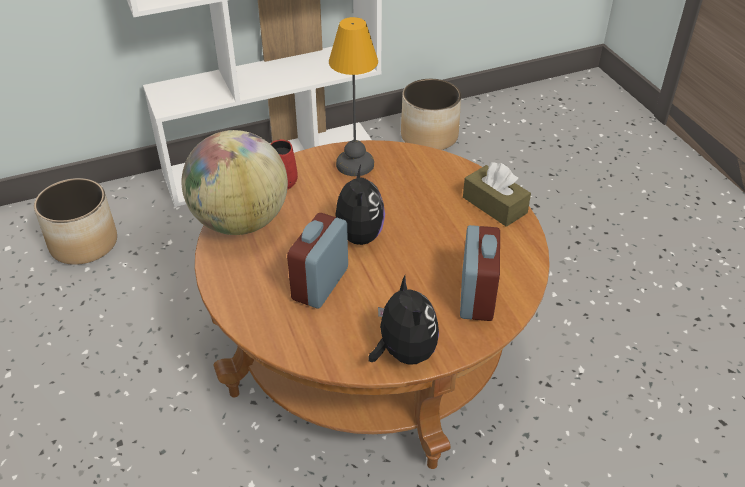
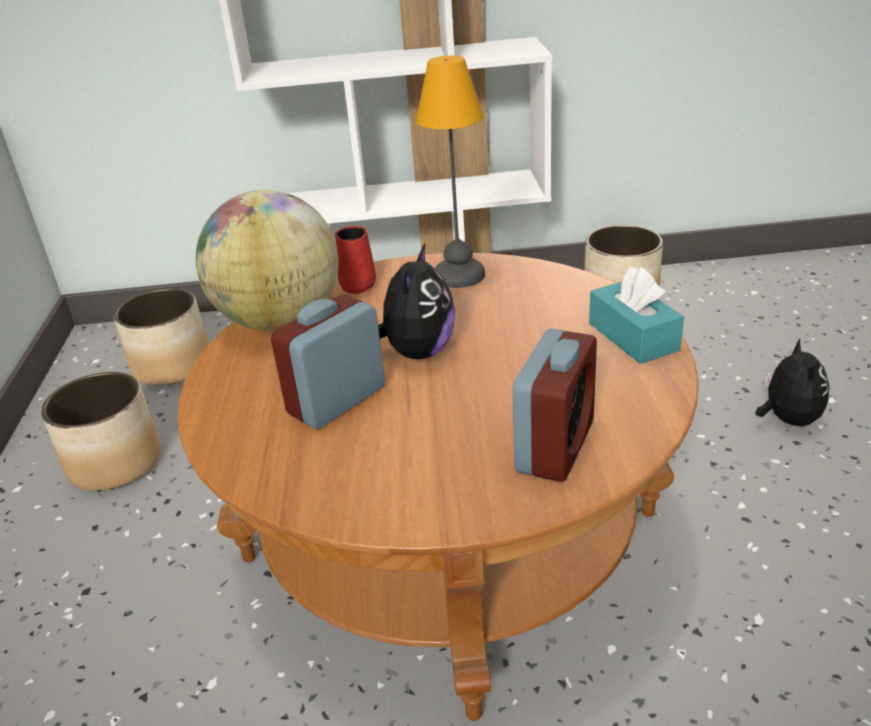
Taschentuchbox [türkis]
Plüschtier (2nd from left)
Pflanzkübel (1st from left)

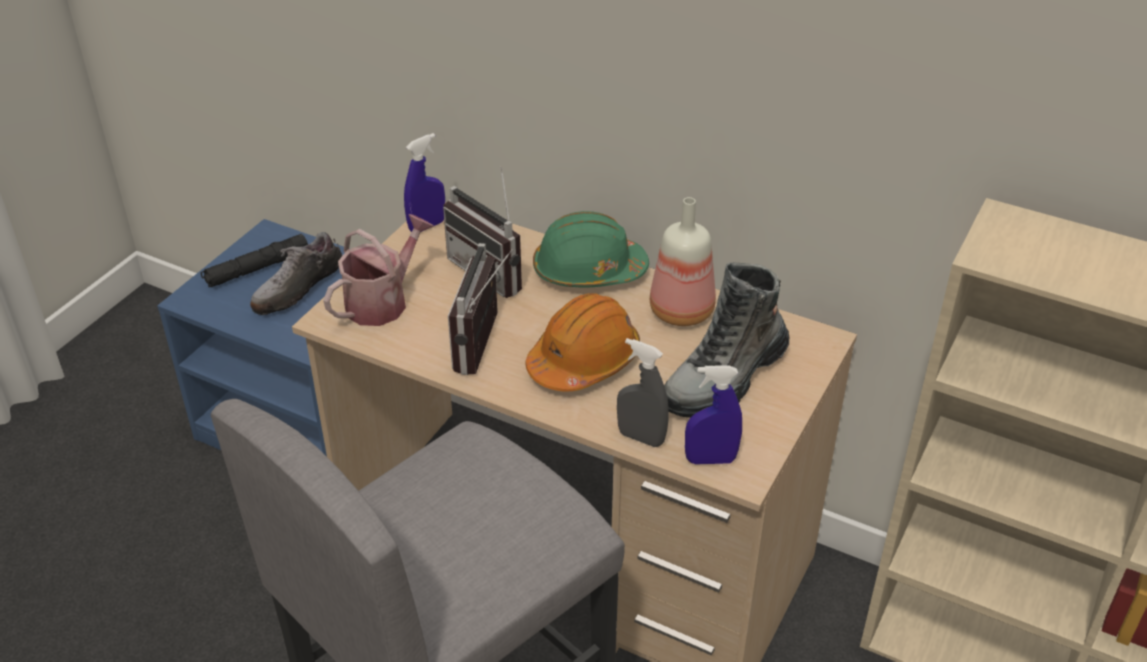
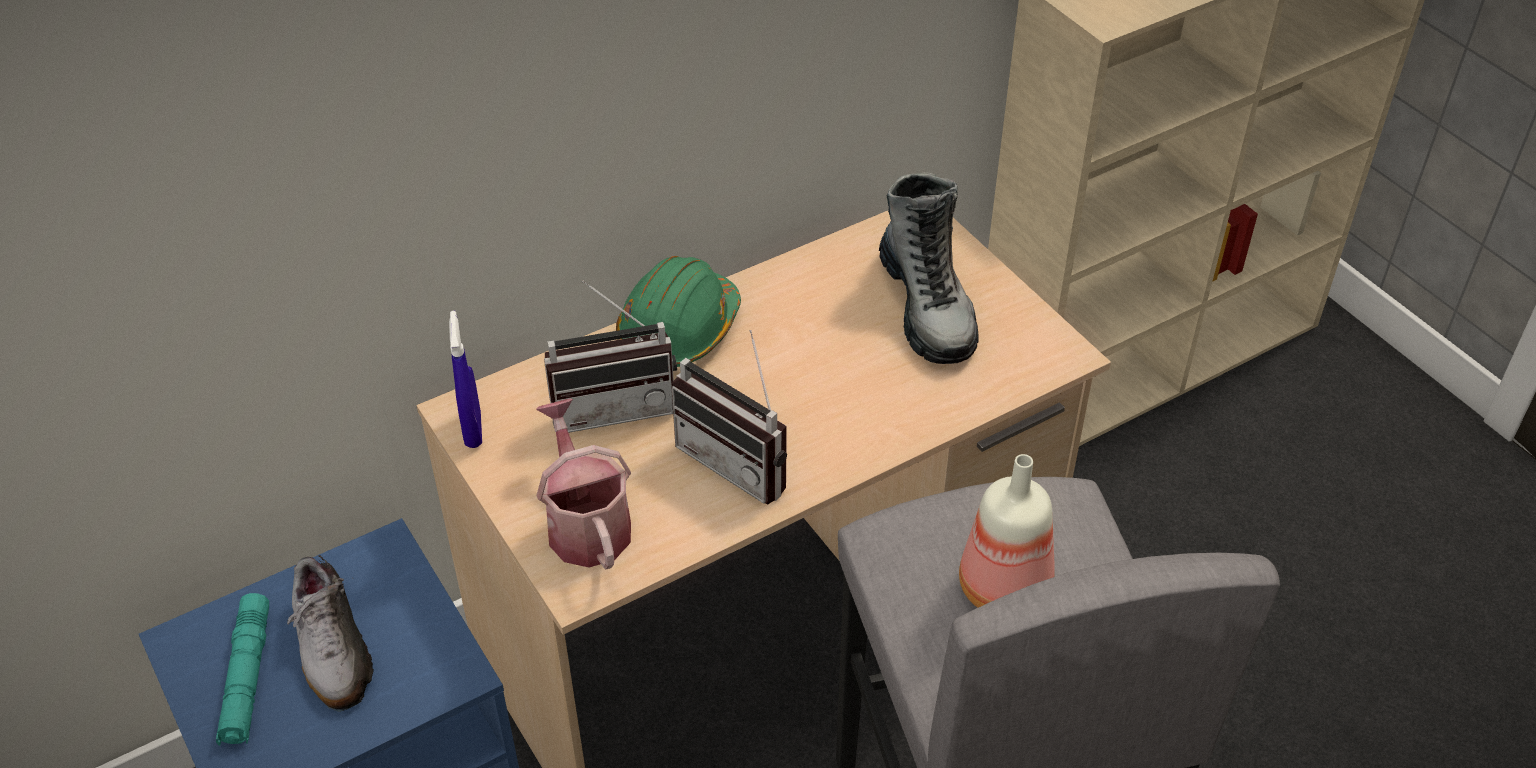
Flasche
Taschenlampe [türkis]
Schutzhelm [orange]
Sprühflasche [grau]
Sprühflasche [blau] (2nd from left in the first image)

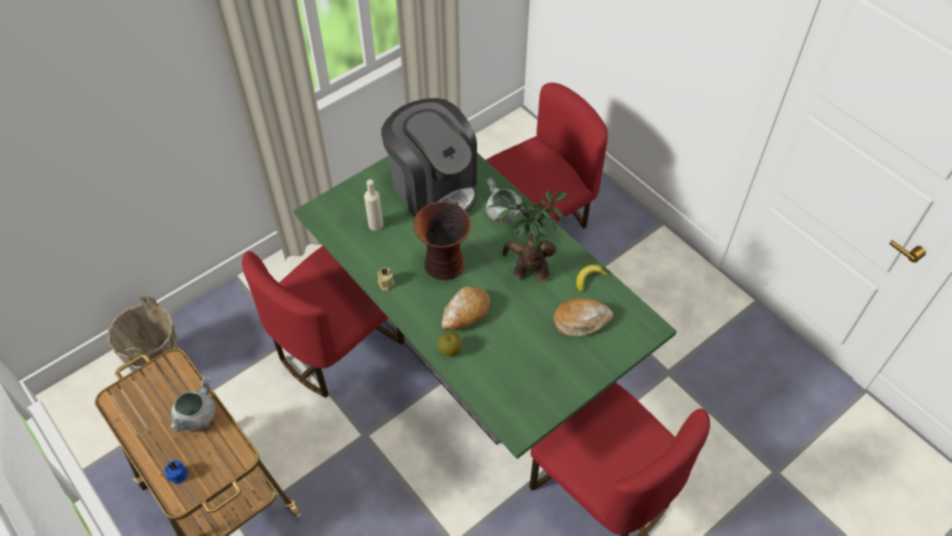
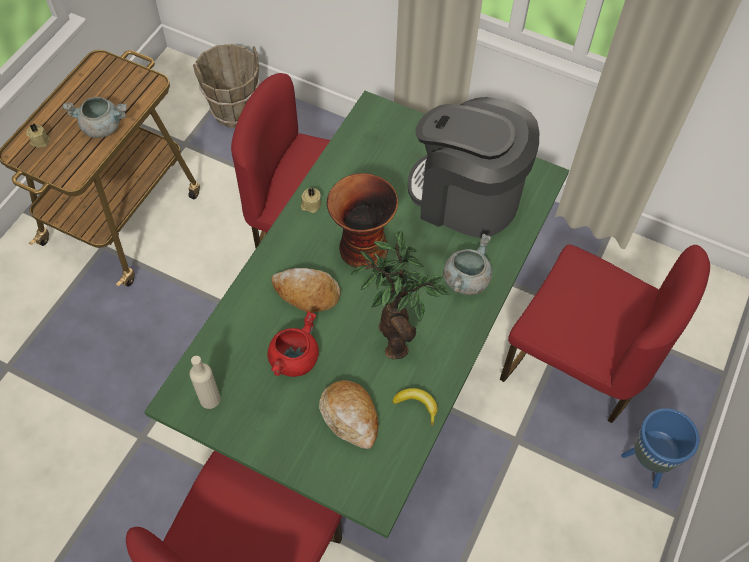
Kaffeemaschine
Flasche [beige]
Apfel
Kerze [beige] (1st from left)
Kochtopf [rot]
Pflanzkübel [blau]

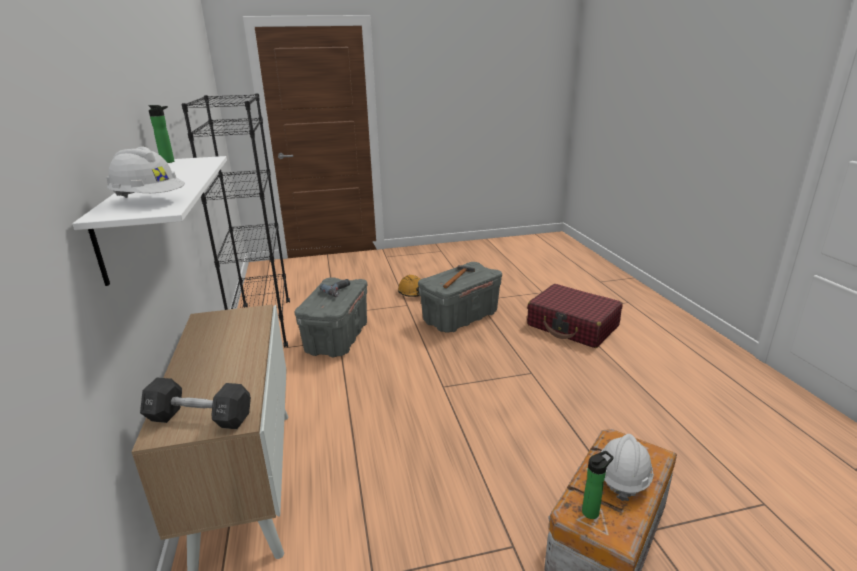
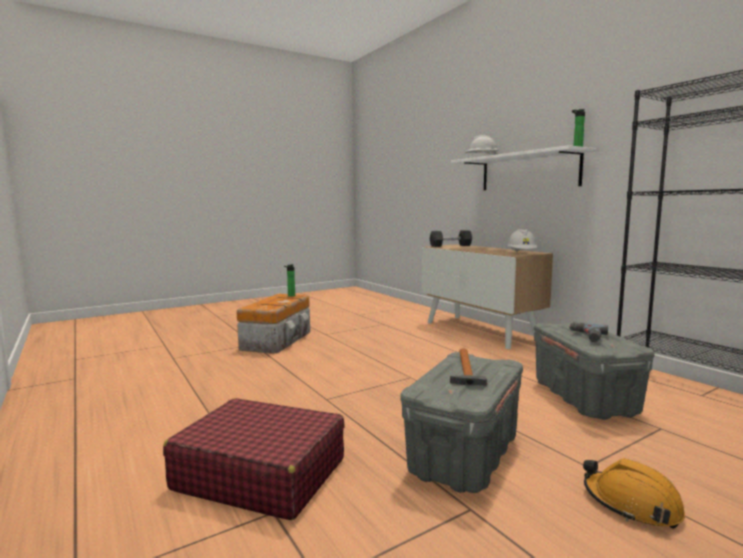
Schutzhelm [weiß] (2nd from left)

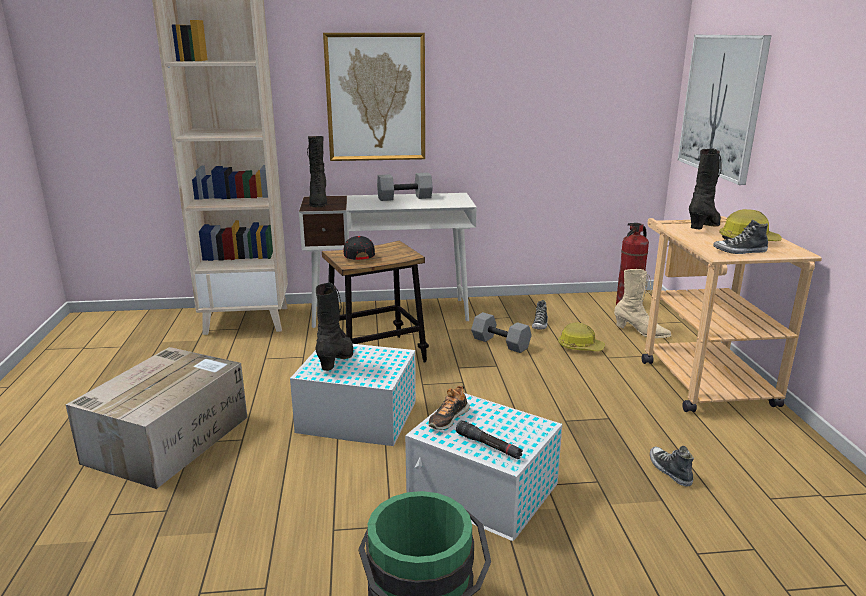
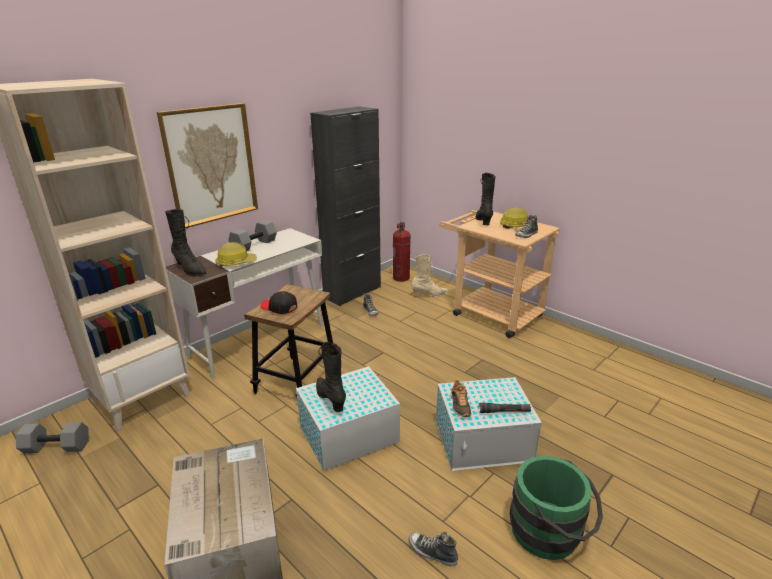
Bild (2nd from left in the first image)
Hantel [grau] (1st from left)
Schutzhelm (1st from left)
Schuh (2nd from left)
Schrank [schwarz]

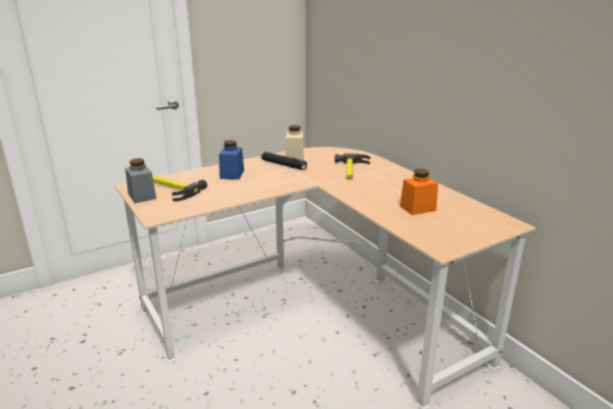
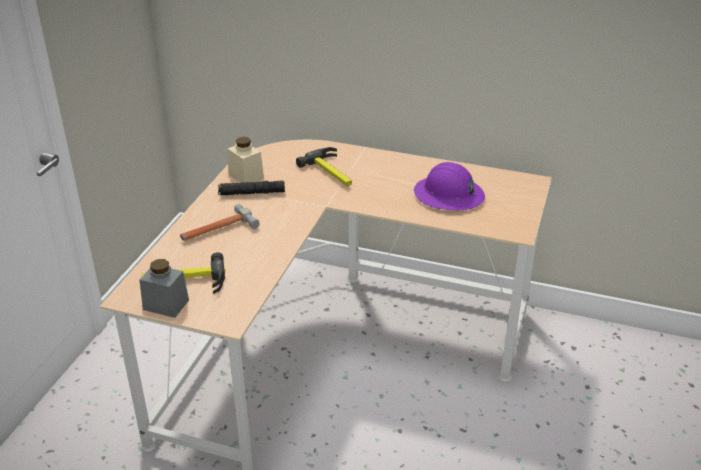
Hammer (2nd from left)
Schutzhelm [lila]

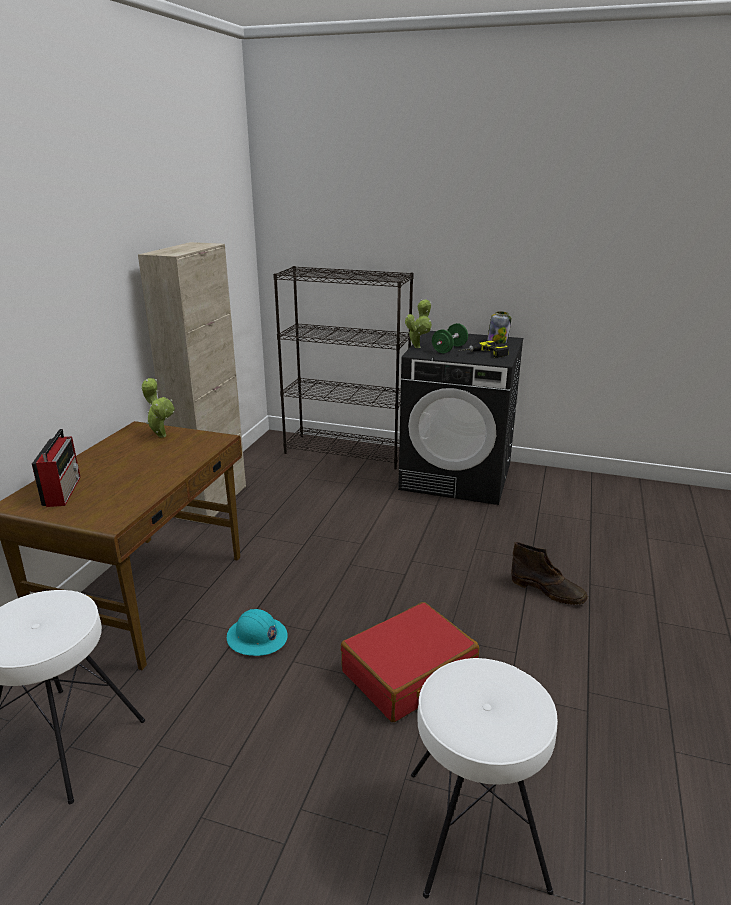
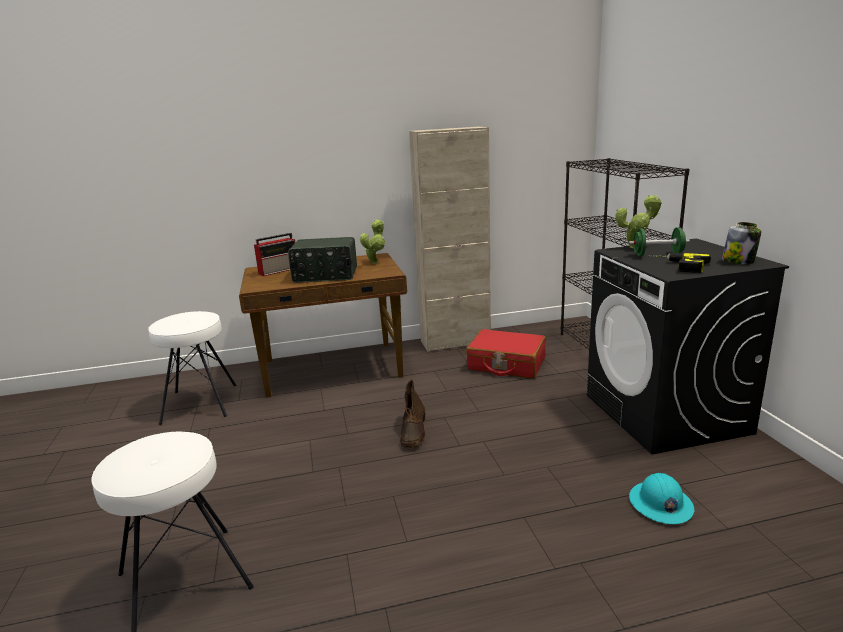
Stiefel [braun]
Koffer [rot]
Schutzhelm [türkis]
Radio (2nd from left)

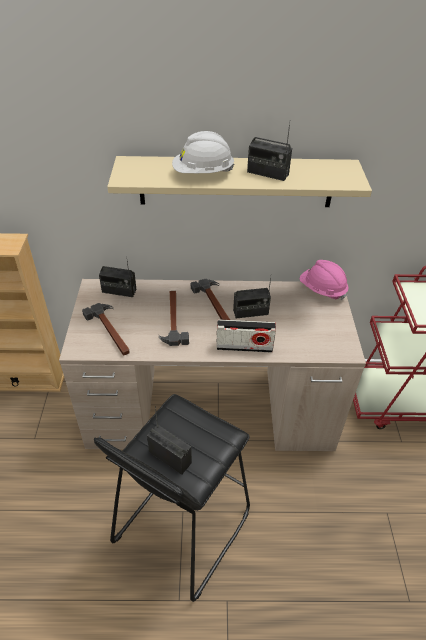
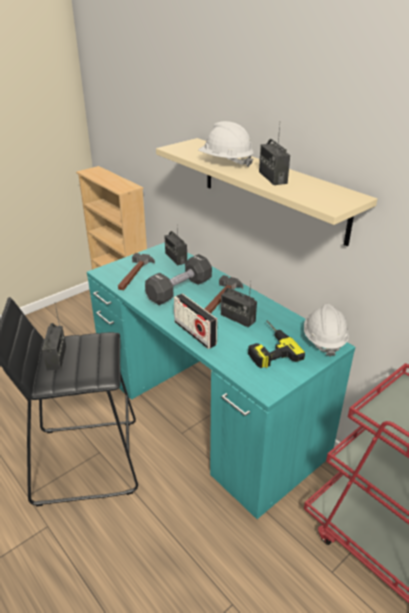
Schutzhelm [weiß] (2nd from left)
Schreibtisch [türkis]
Hantel [schwarz]
Bohrmaschine

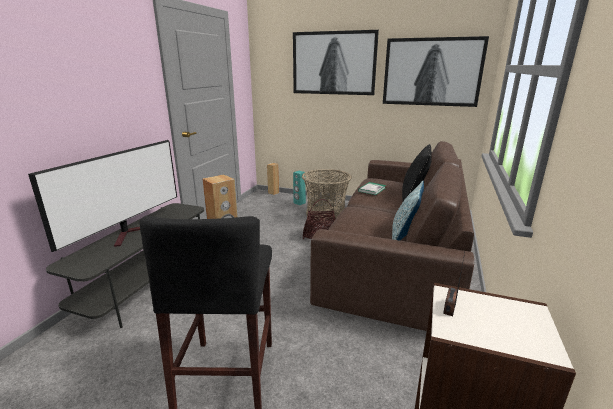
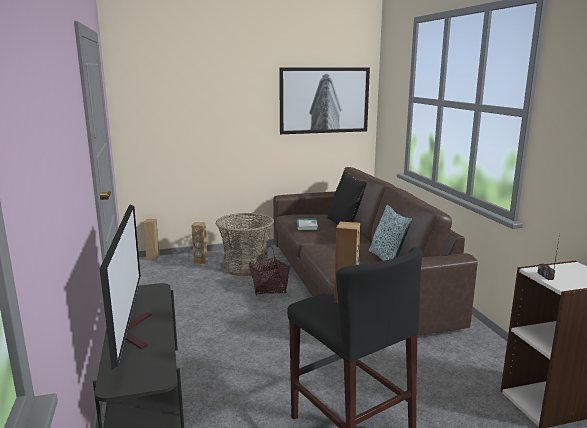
Bild (1st from left in the first image)
Lautsprecher [braun] (2nd from left)

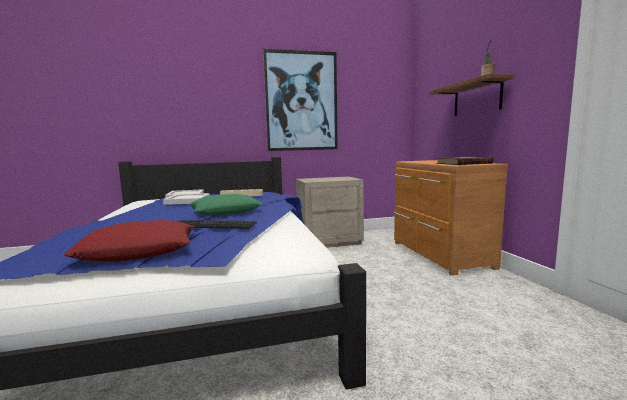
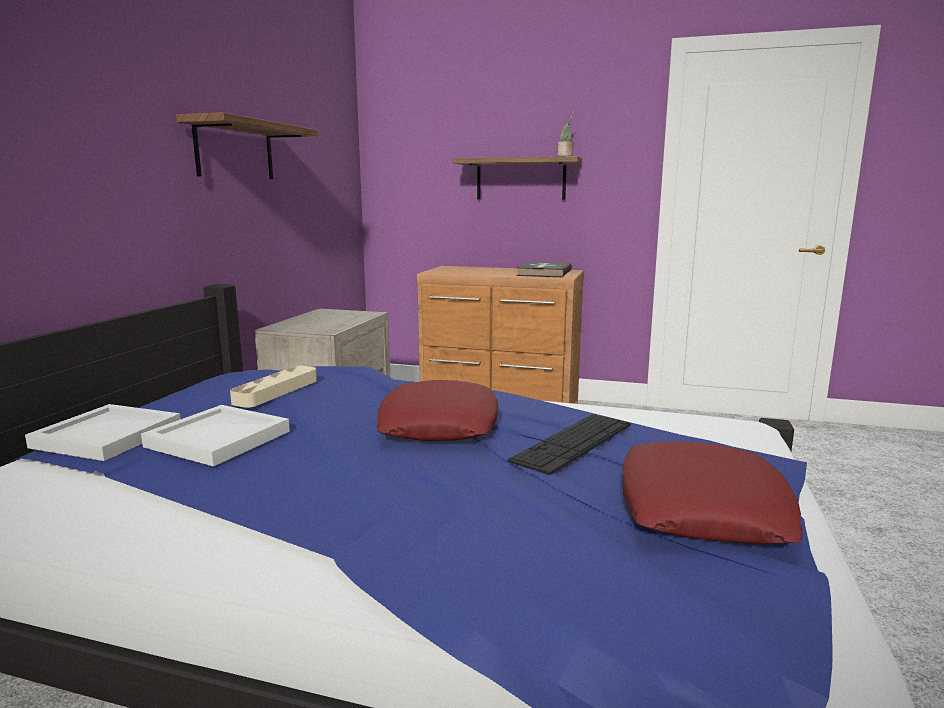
Wandregal (1st from left)
Kissen [rot] (1st from left)

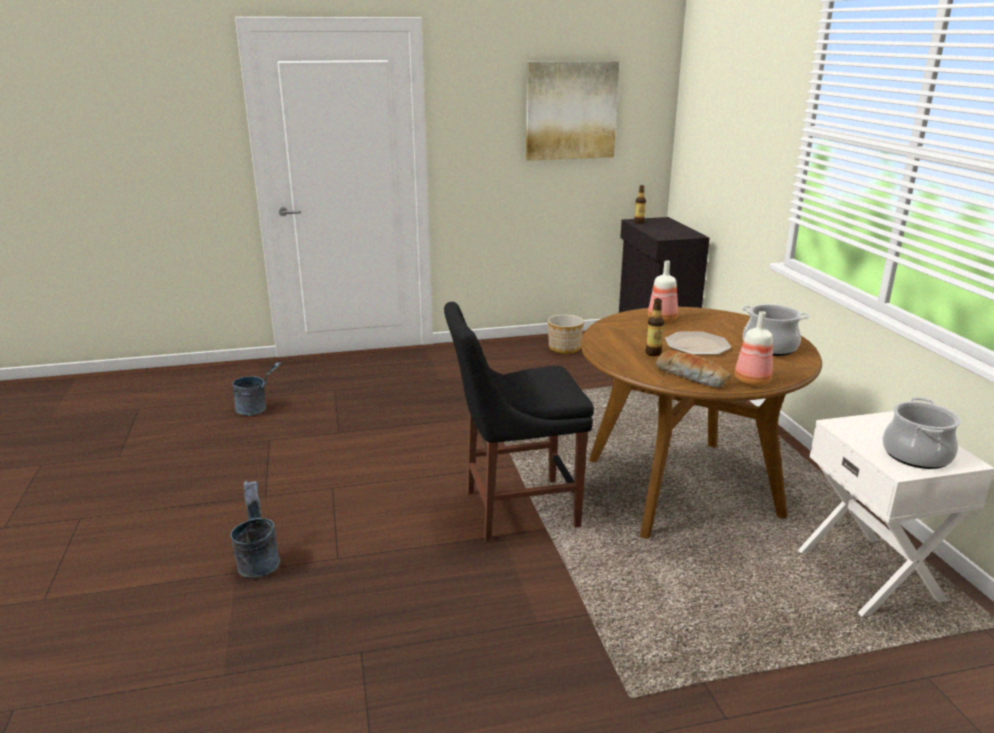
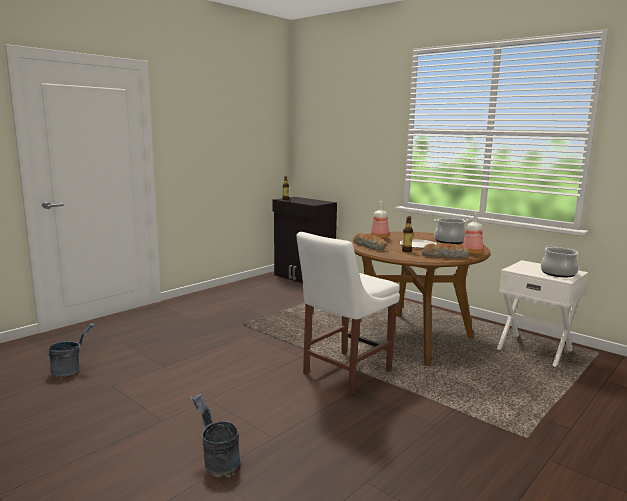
Bild
Stuhl [weiß]
Pflanzkübel
Brot (1st from left)

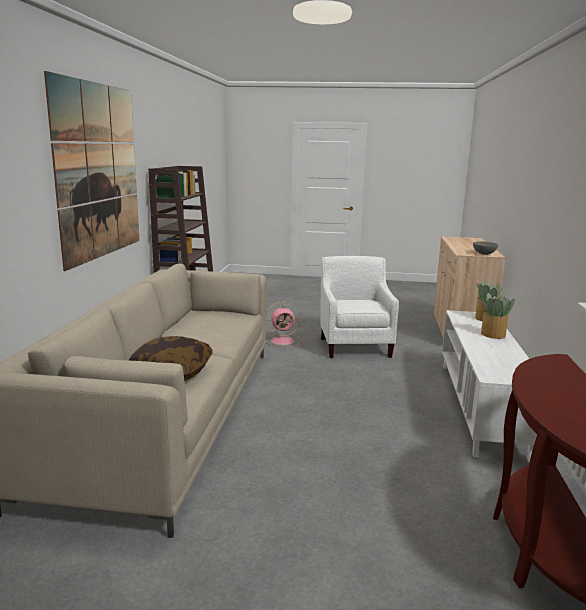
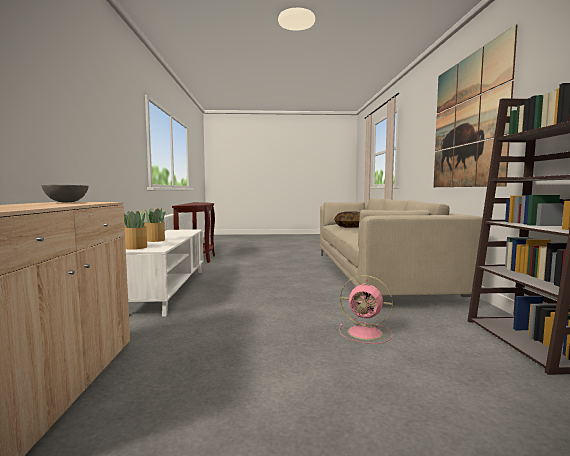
Sessel [weiß]
Ventilator [rosa]

